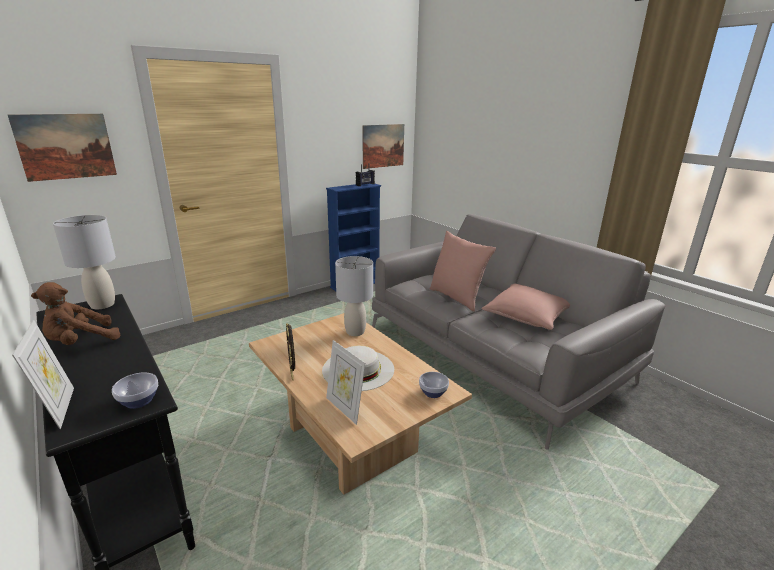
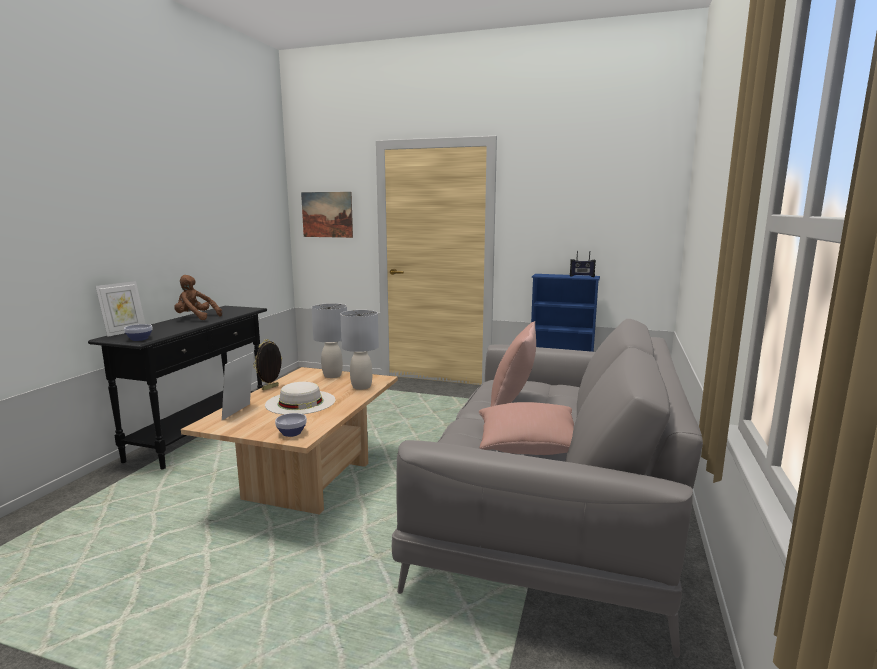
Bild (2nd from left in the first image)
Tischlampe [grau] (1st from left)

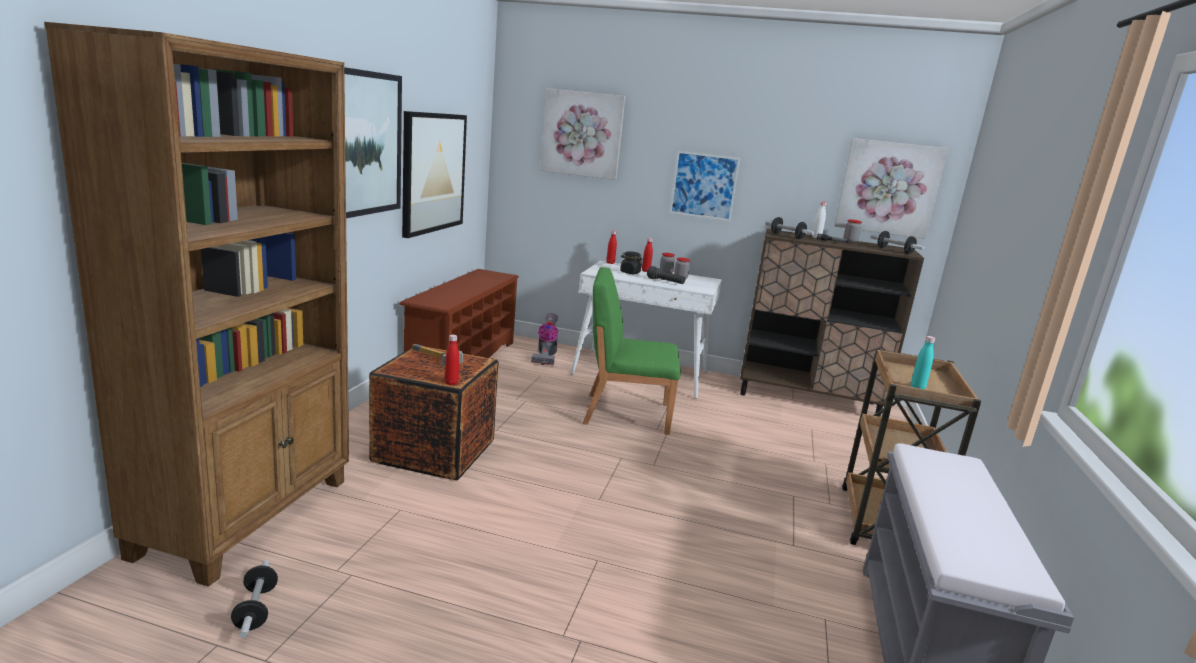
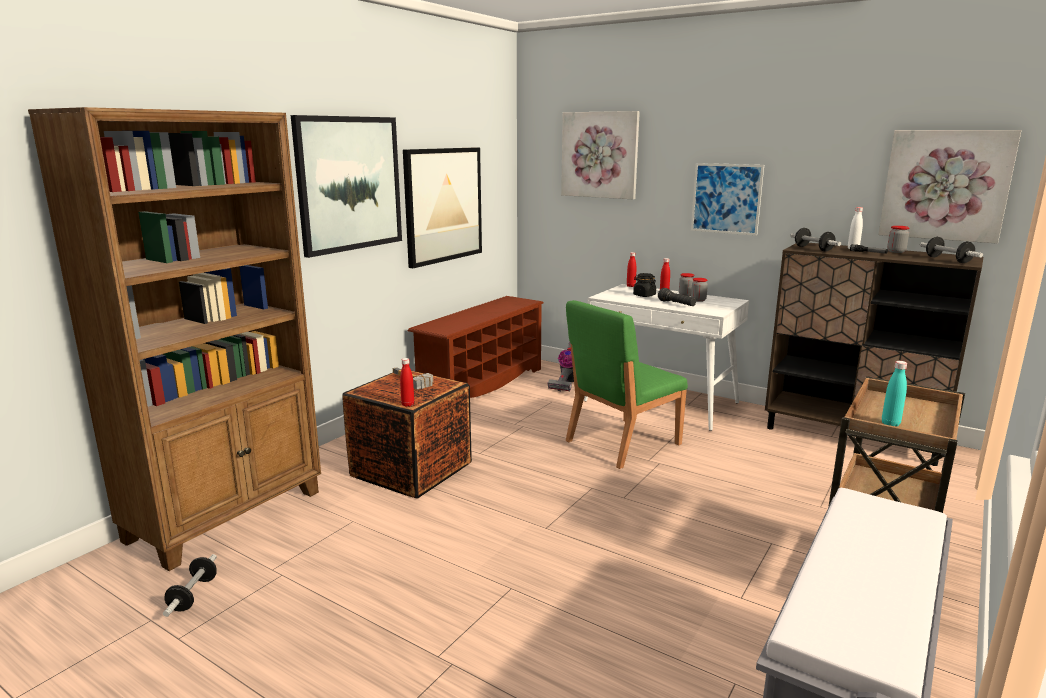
Stuhl [grün]

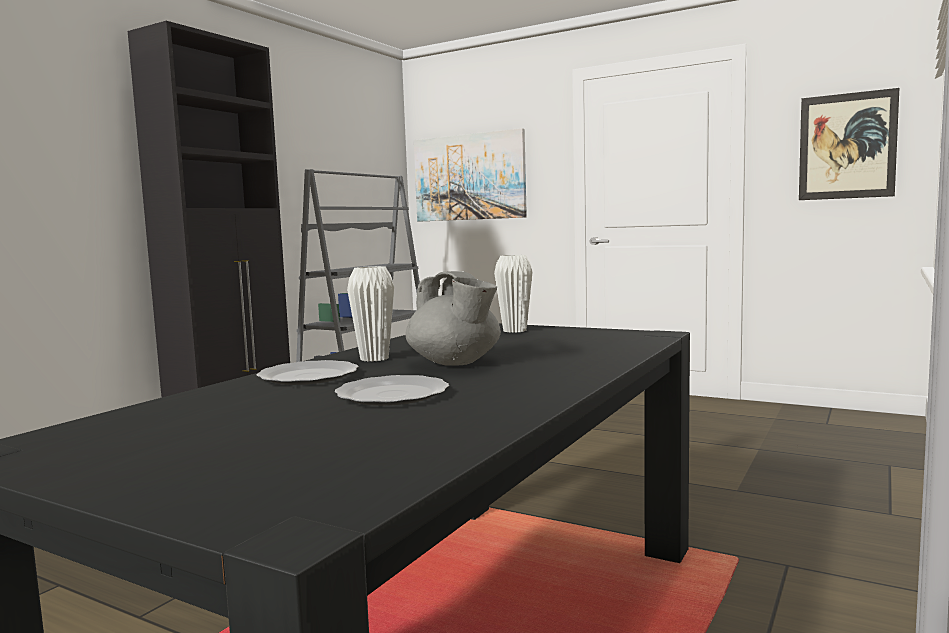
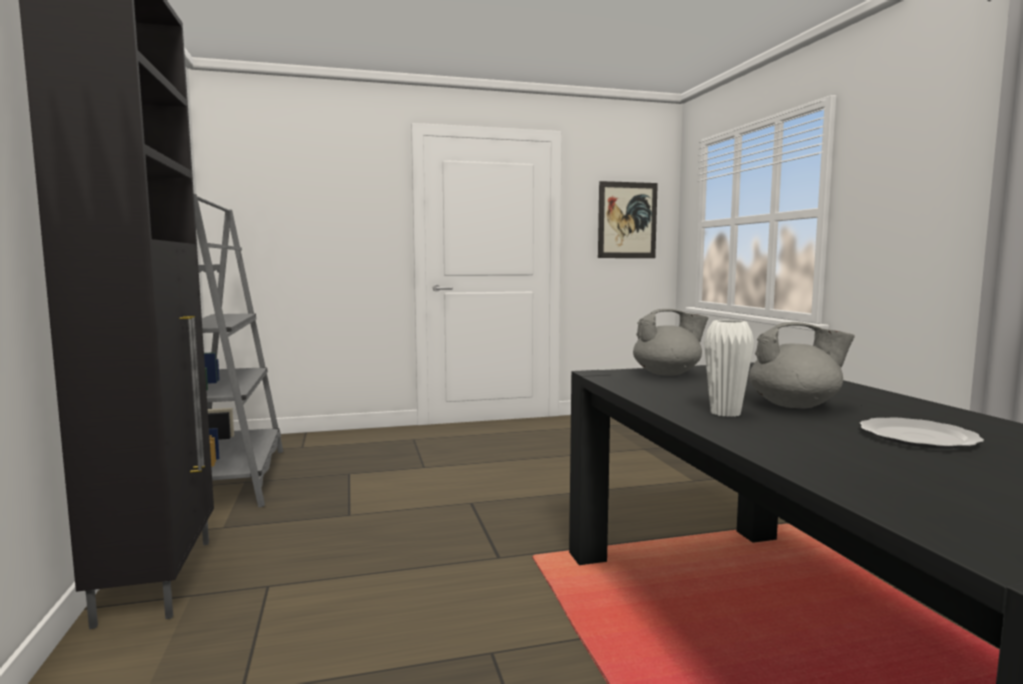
Bild (1st from left in the first image)
Teekanne [grau] (1st from left)
Teller (1st from left in the first image)

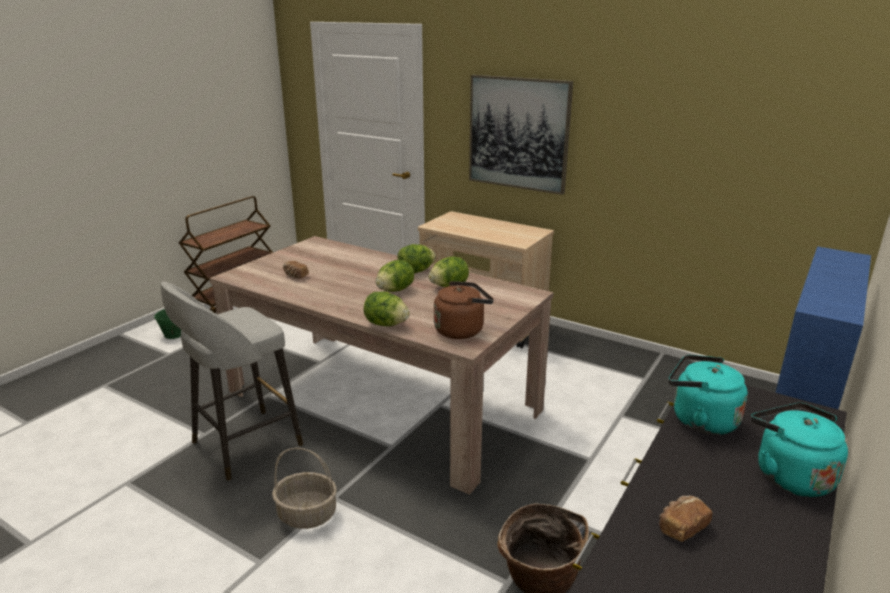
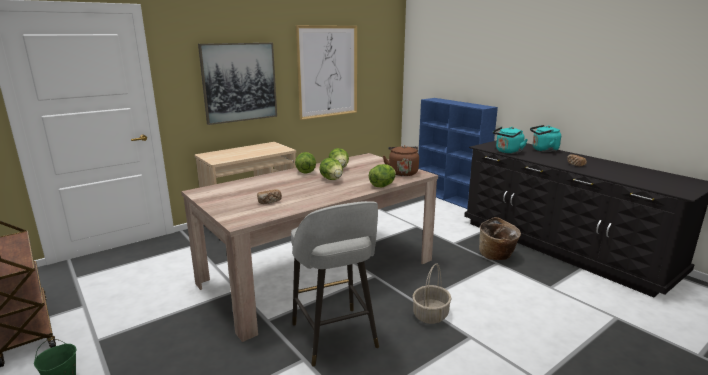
Bild (2nd from left)

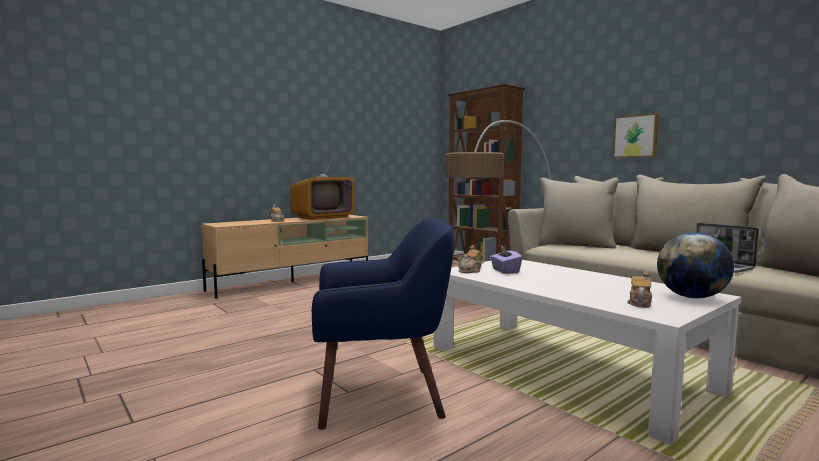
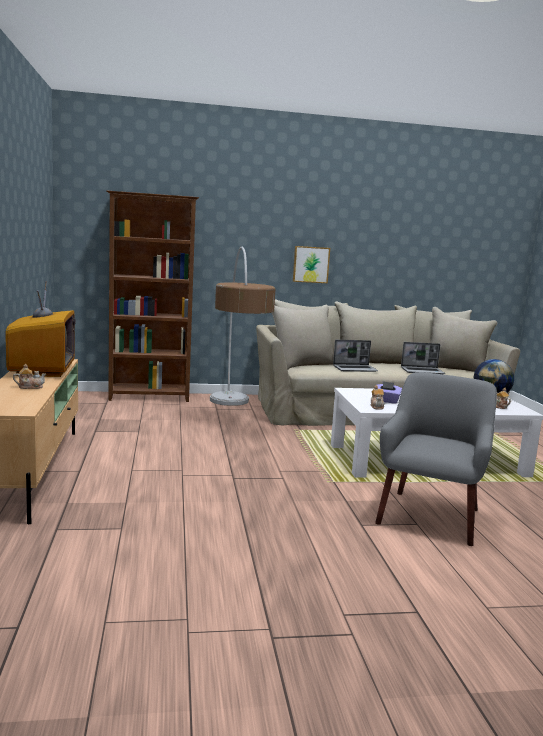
Sessel [grau]
Laptop (1st from left)

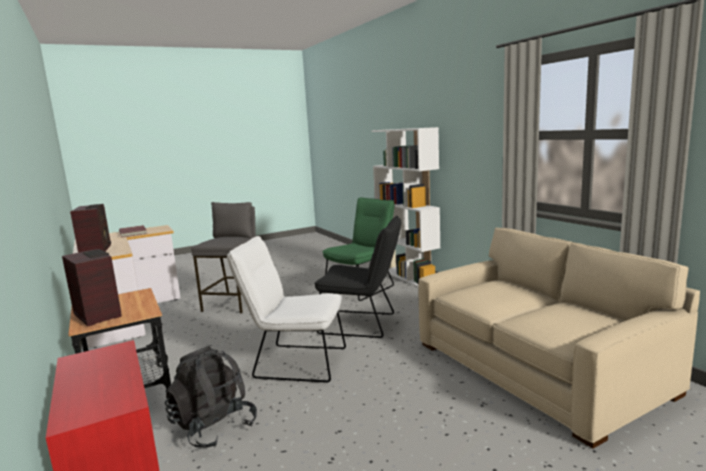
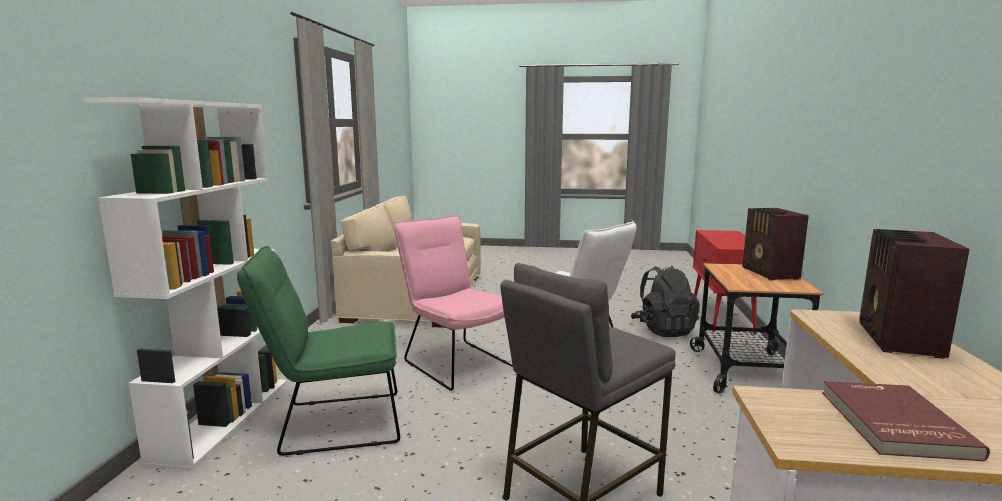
Stuhl [rosa]

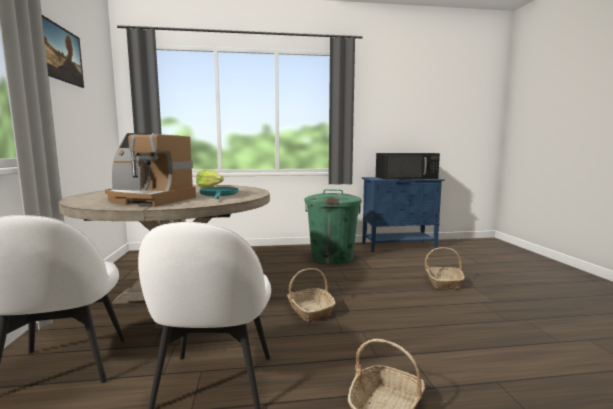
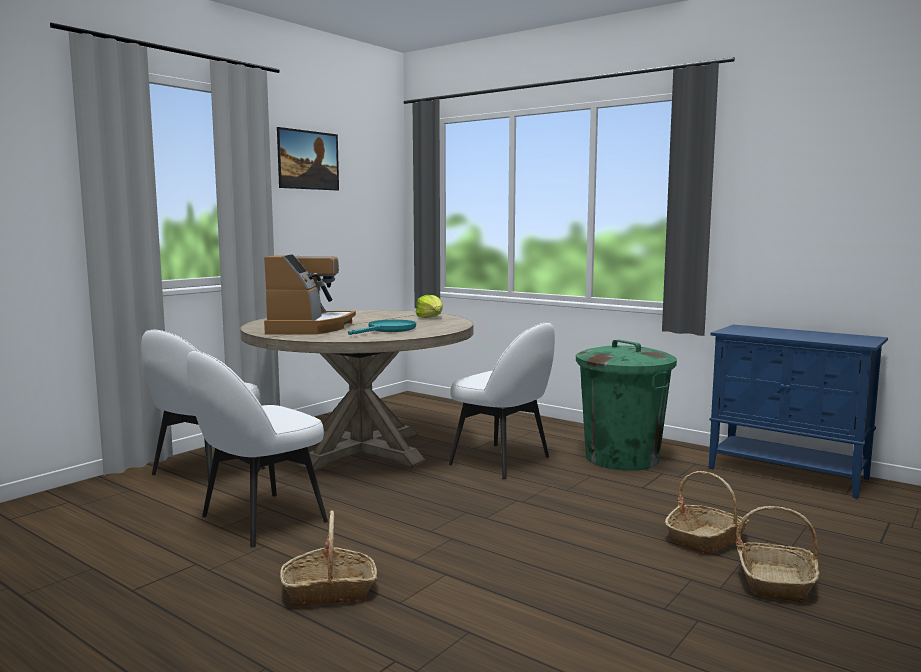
Kaffeemaschine
Mikrowelle [schwarz]
Korb (3rd from left)
Stuhl [weiß] (3rd from left)

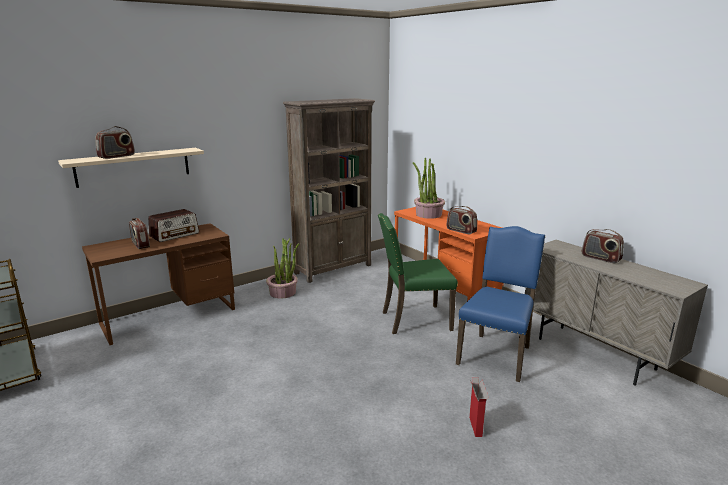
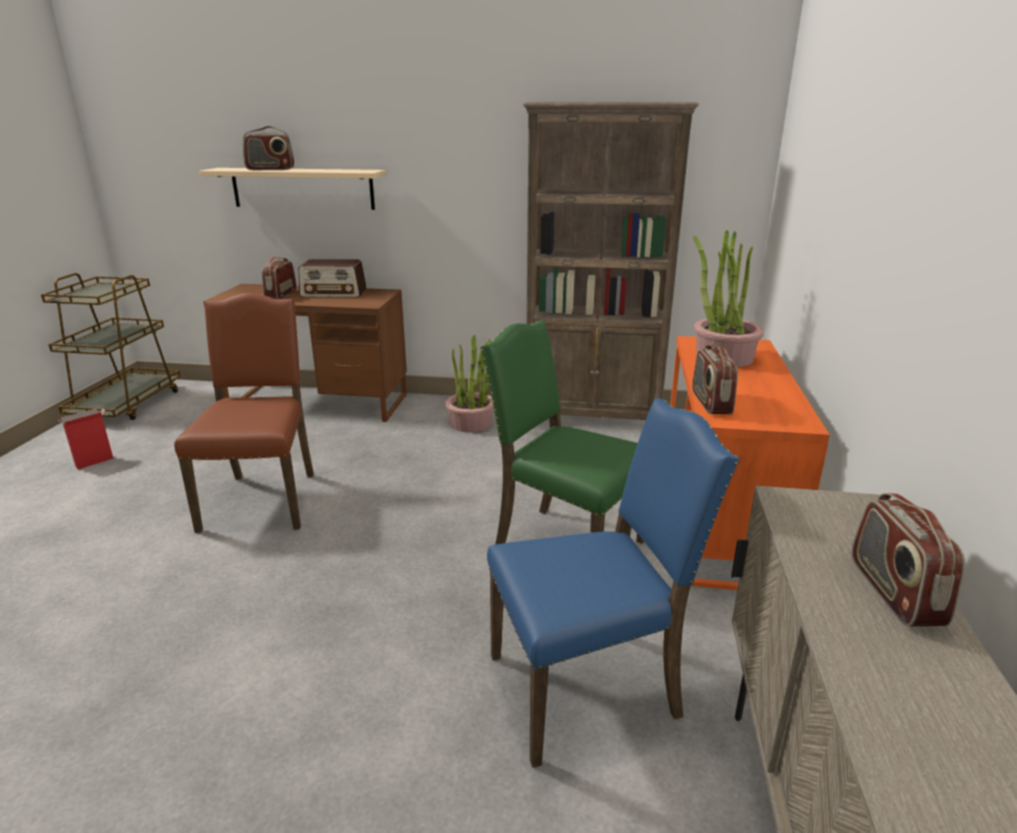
Karton
Stuhl [braun]

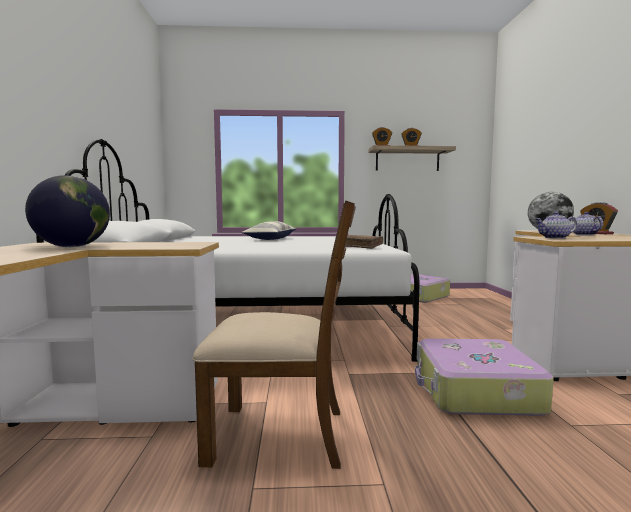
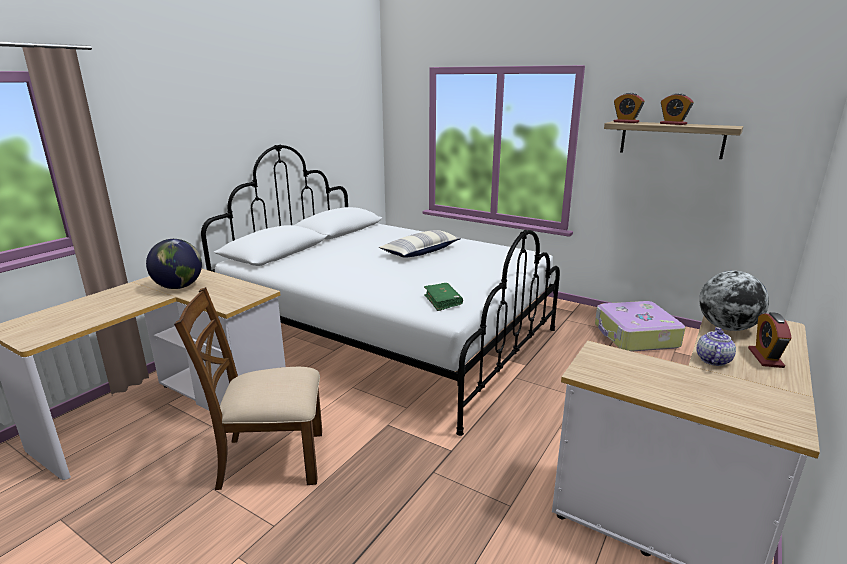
Stuhl [braun]
Teekanne (1st from left in the first image)
Buch [grün]
Koffer (2nd from left in the first image)

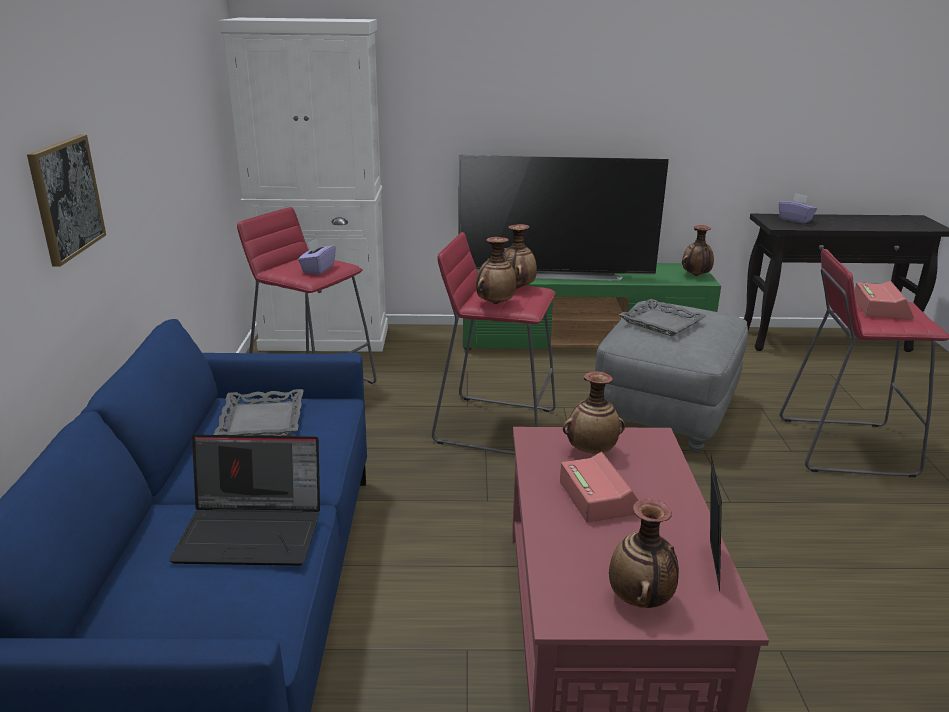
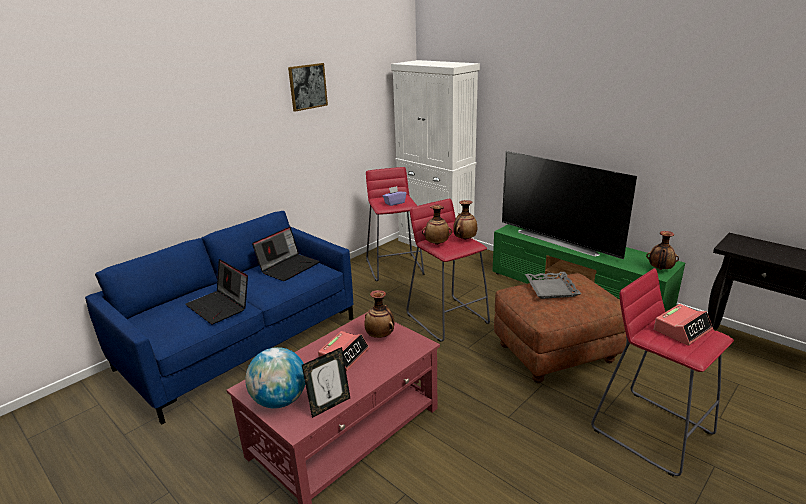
Bild
Taschentuchbox [lila] (2nd from left in the first image)
Polsterhocker [braun]
Laptop (2nd from left)
Globus

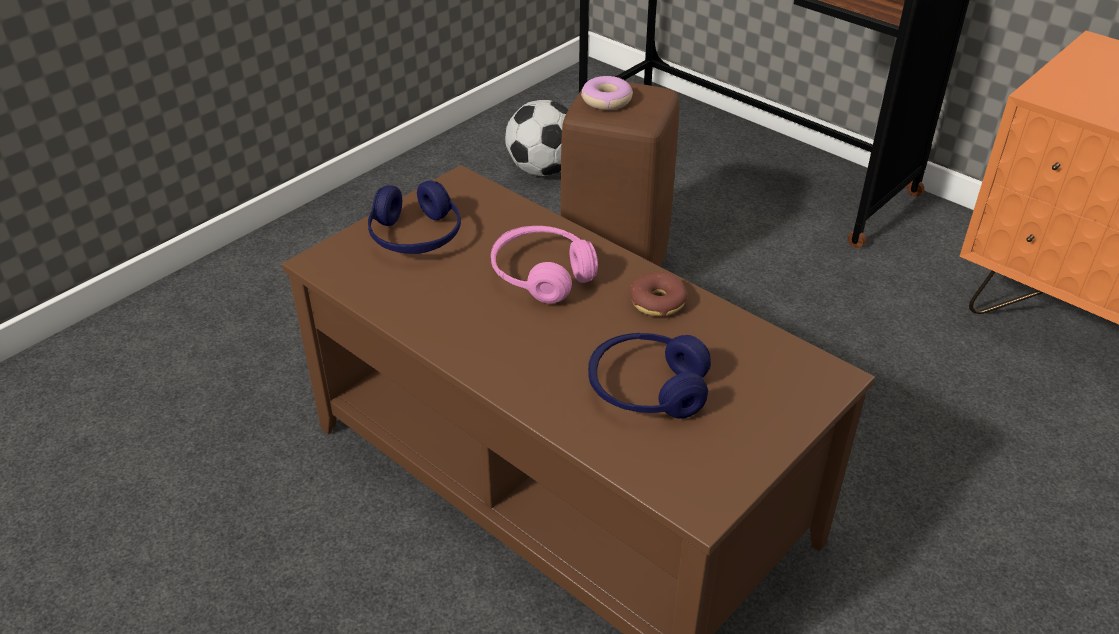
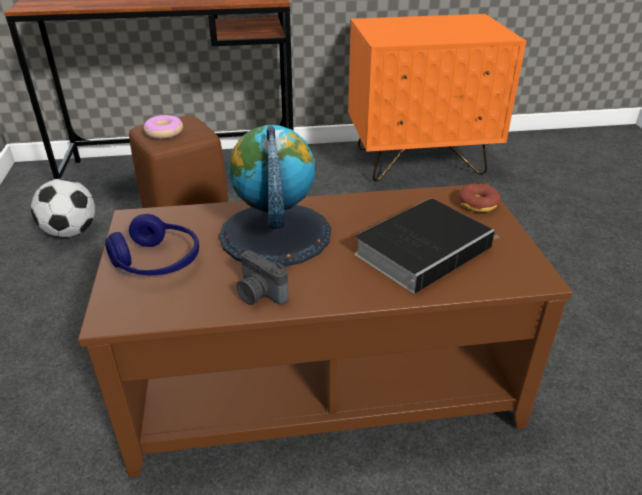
Globus
Donut (2nd from left)
Buch
Kamera

